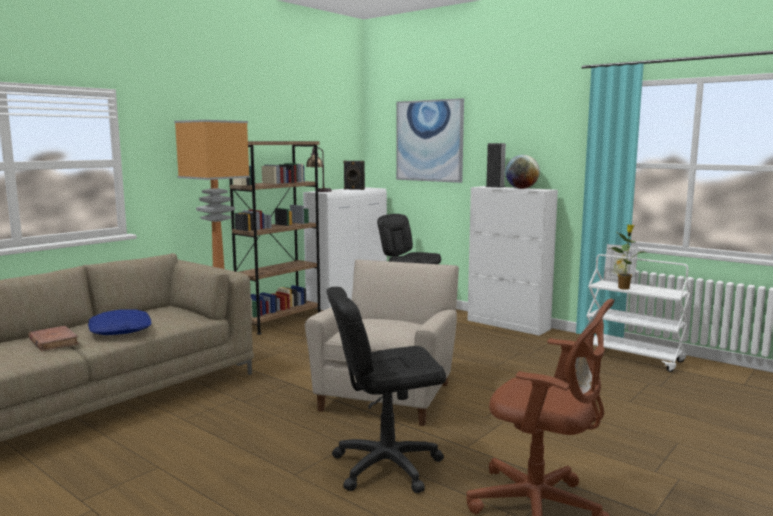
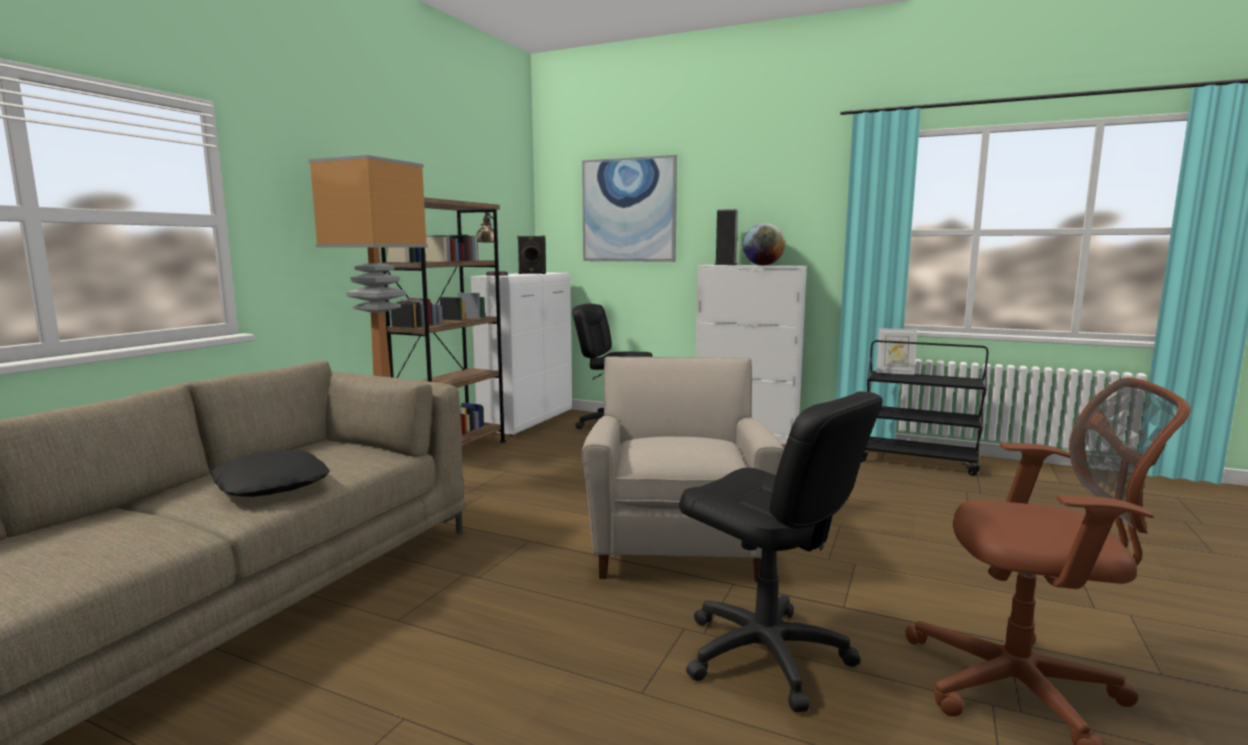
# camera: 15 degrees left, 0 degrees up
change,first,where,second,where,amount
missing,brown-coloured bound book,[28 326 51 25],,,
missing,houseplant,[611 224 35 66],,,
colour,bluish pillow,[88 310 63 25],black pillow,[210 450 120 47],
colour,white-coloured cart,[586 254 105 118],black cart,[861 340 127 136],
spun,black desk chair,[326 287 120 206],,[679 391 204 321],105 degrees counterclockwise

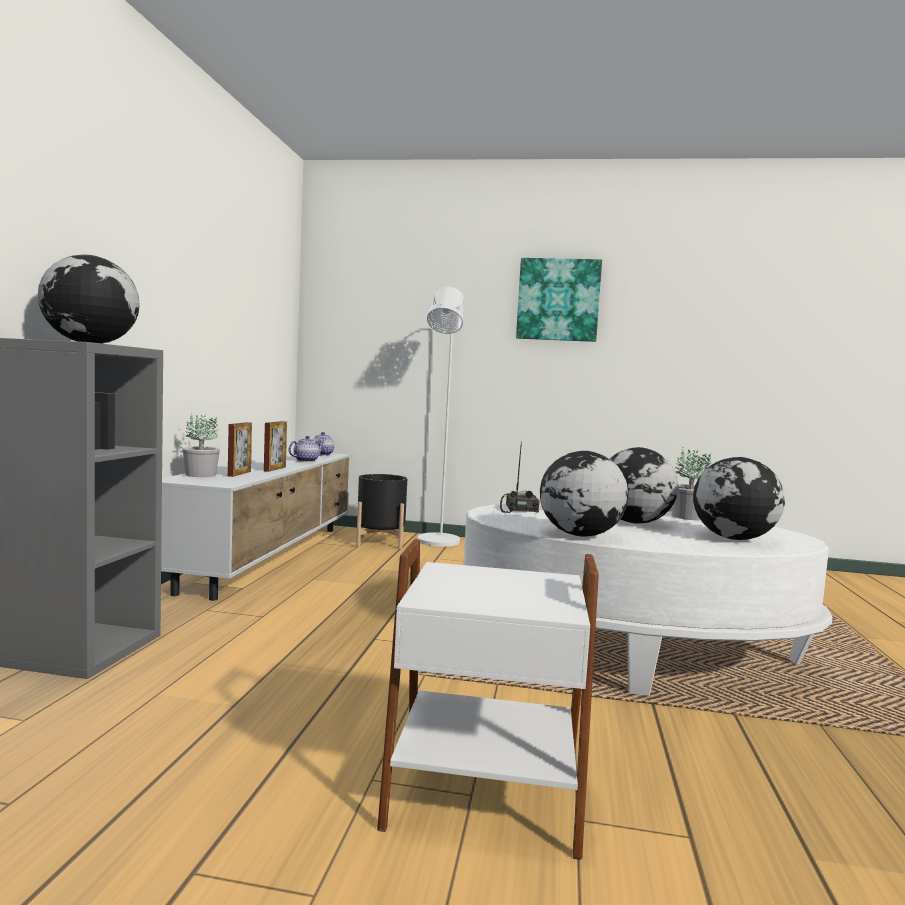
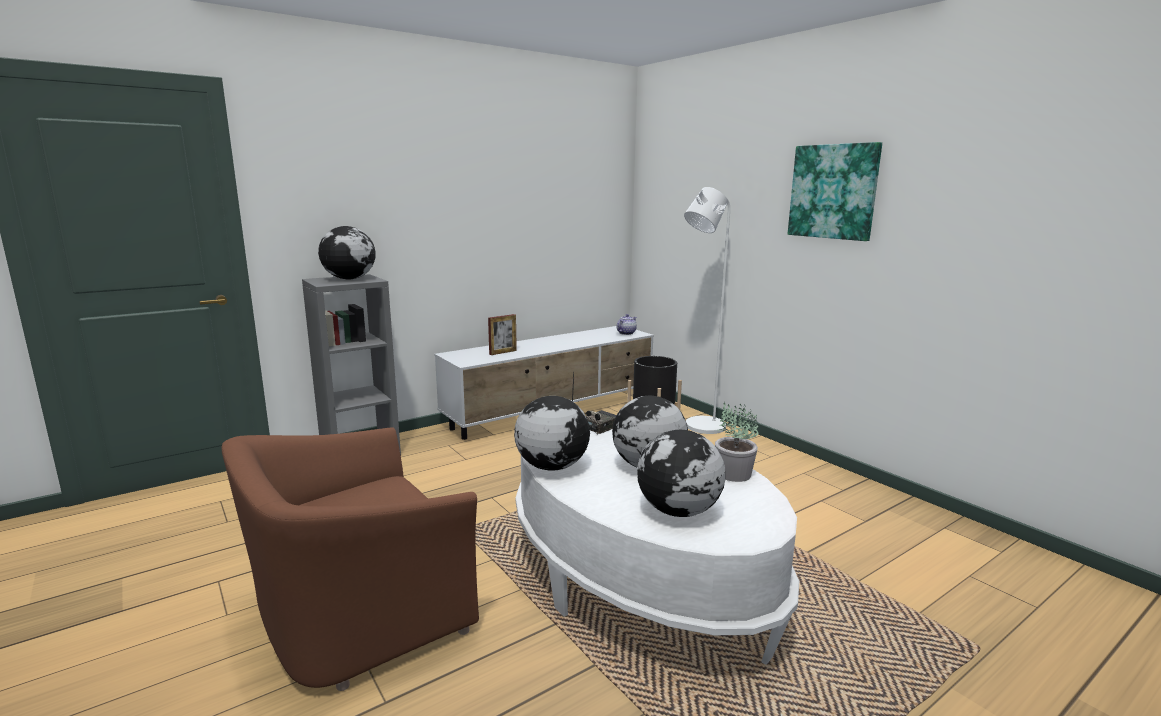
# camera: 45 degrees right, 10 degrees up
change,first,where,second,where,amount
missing,houseplant,[183 413 37 64],,,
missing,standing frame,[264 421 23 51],,,
missing,pot for tea,[289 436 35 26],,,
exchanged,white-coloured side table,[377 540 222 320],brown-coloured armchair,[222 428 257 263],

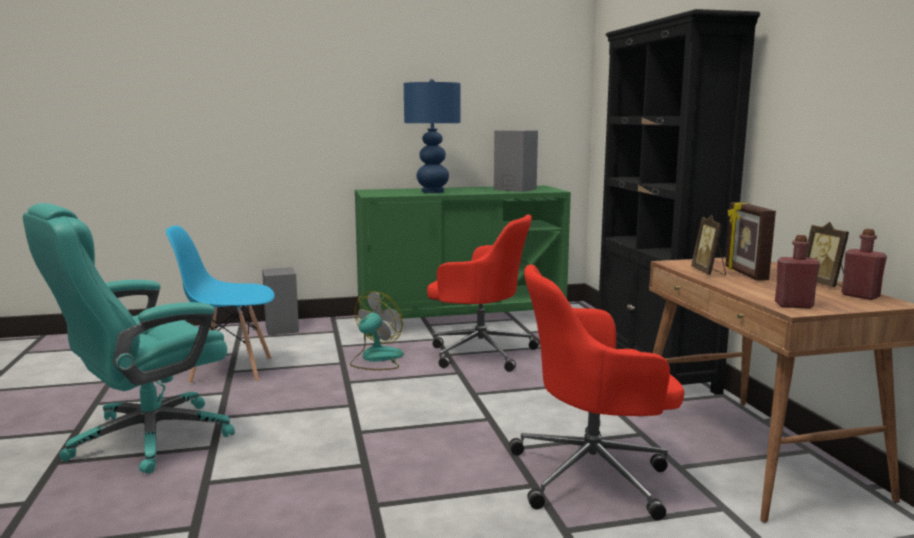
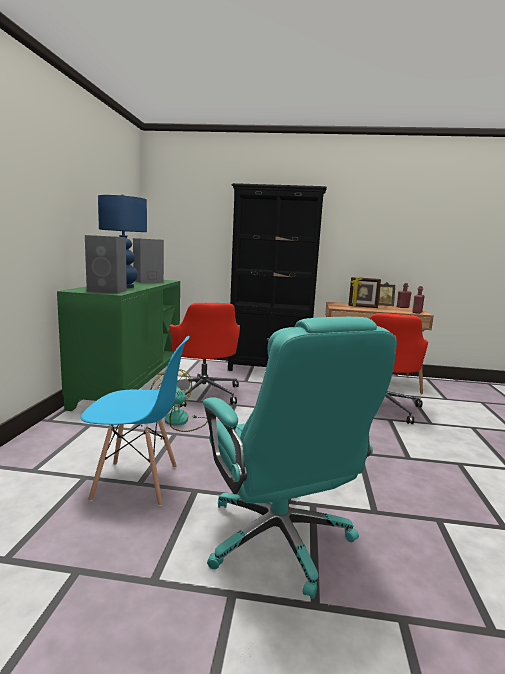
# camera: 70 degrees left, 0 degrees up
change,first,where,second,where,amount
missing,standing frame,[691 214 35 61],,,
relocated,greyish loudspeaker,[262 267 37 68],,[85 235 42 59],
spun,bluish plain chair,[166 226 109 158],,[81 336 108 170],105 degrees counterclockwise
spun,reddish desk chair,[427 215 112 157],,[169 303 71 104],120 degrees clockwise

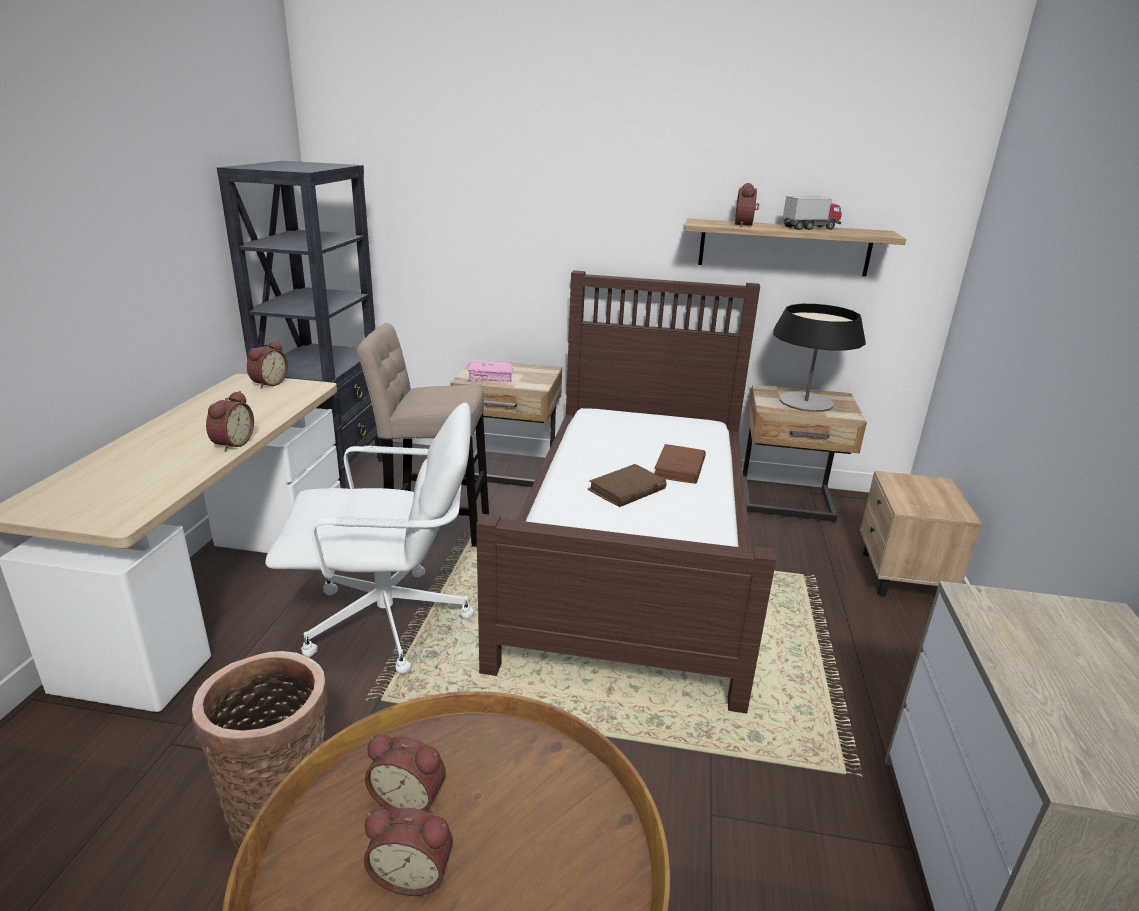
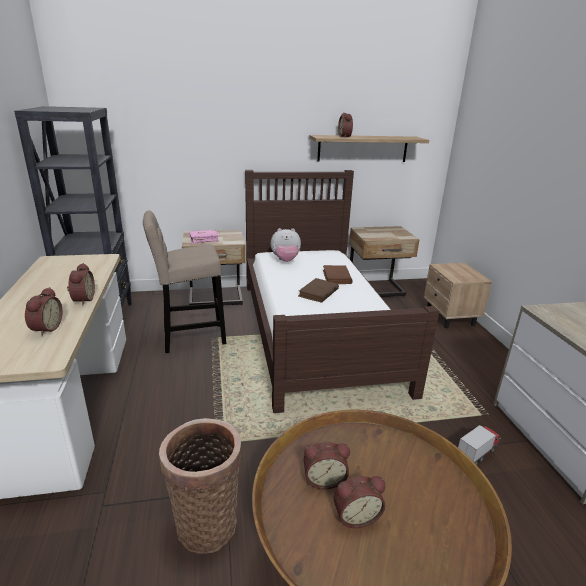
# camera: 20 degrees left, 0 degrees up
change,first,where,second,where,amount
missing,white-coloured desk chair,[265 403 209 271],,,
missing,table lamp,[773 304 93 108],,,
appeared,,,soft toy,[271 228 30 34],
relocated,bedside clock,[247 341 41 48],,[25 287 38 49],
relocated,toy lorry,[783 196 59 34],,[458 425 43 40],

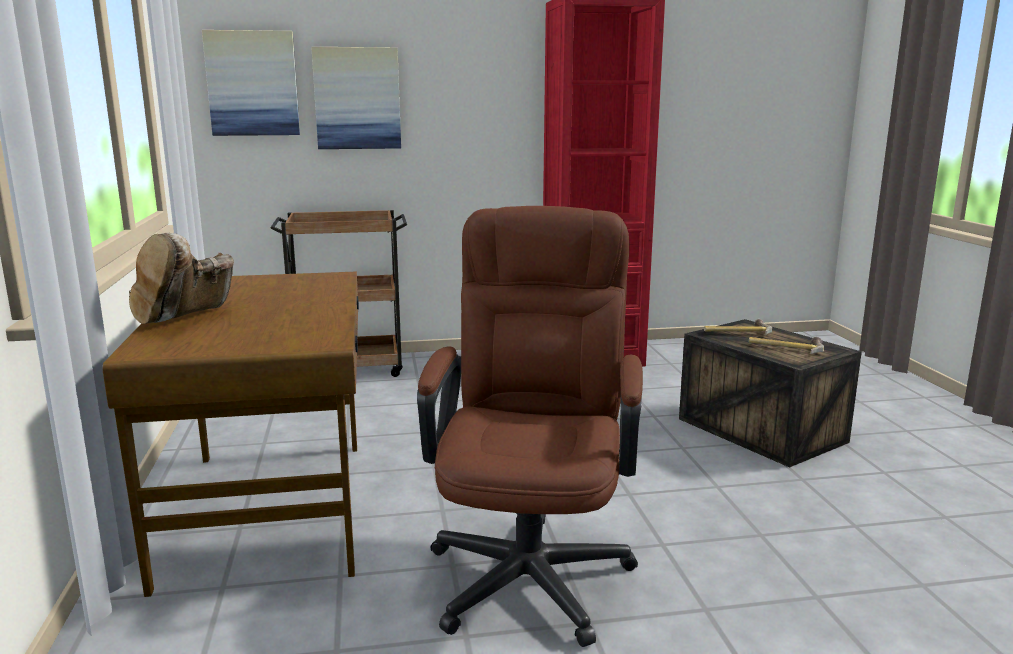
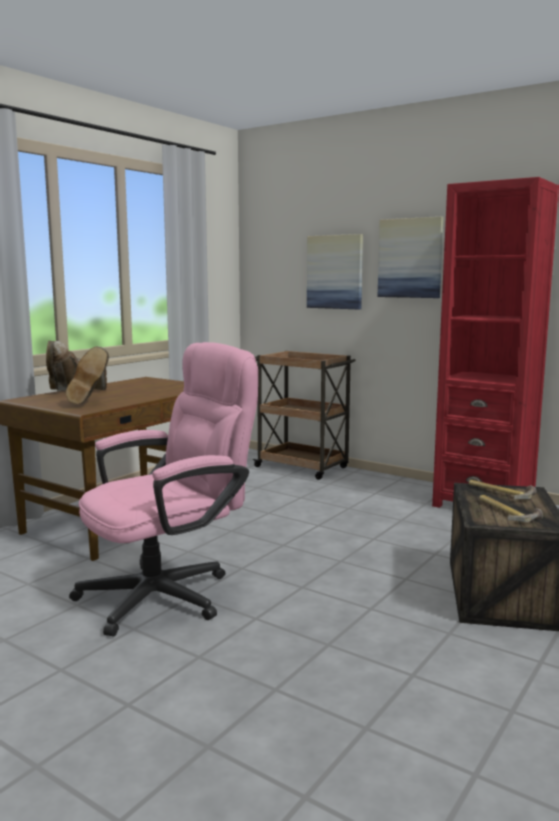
# camera: 45 degrees right, 5 degrees down
change,first,where,second,where,amount
appeared,,,brown-coloured boot,[66 346 43 58],
relocated,wall picture,[202 30 98 106],,[378 217 66 81],
colour,brown-coloured desk chair,[417 206 226 441],pink-coloured desk chair,[69 342 189 295],

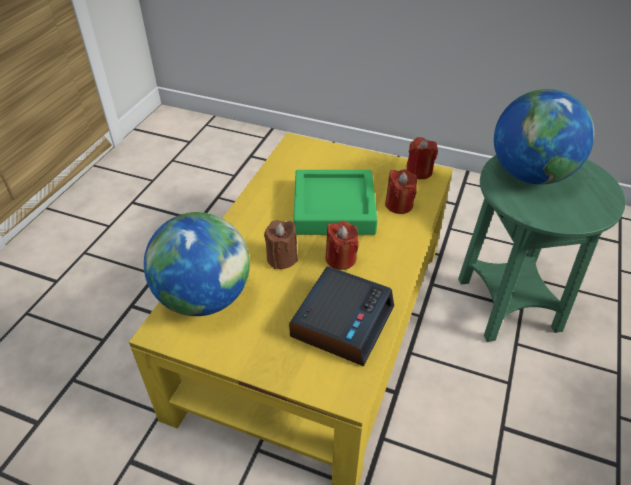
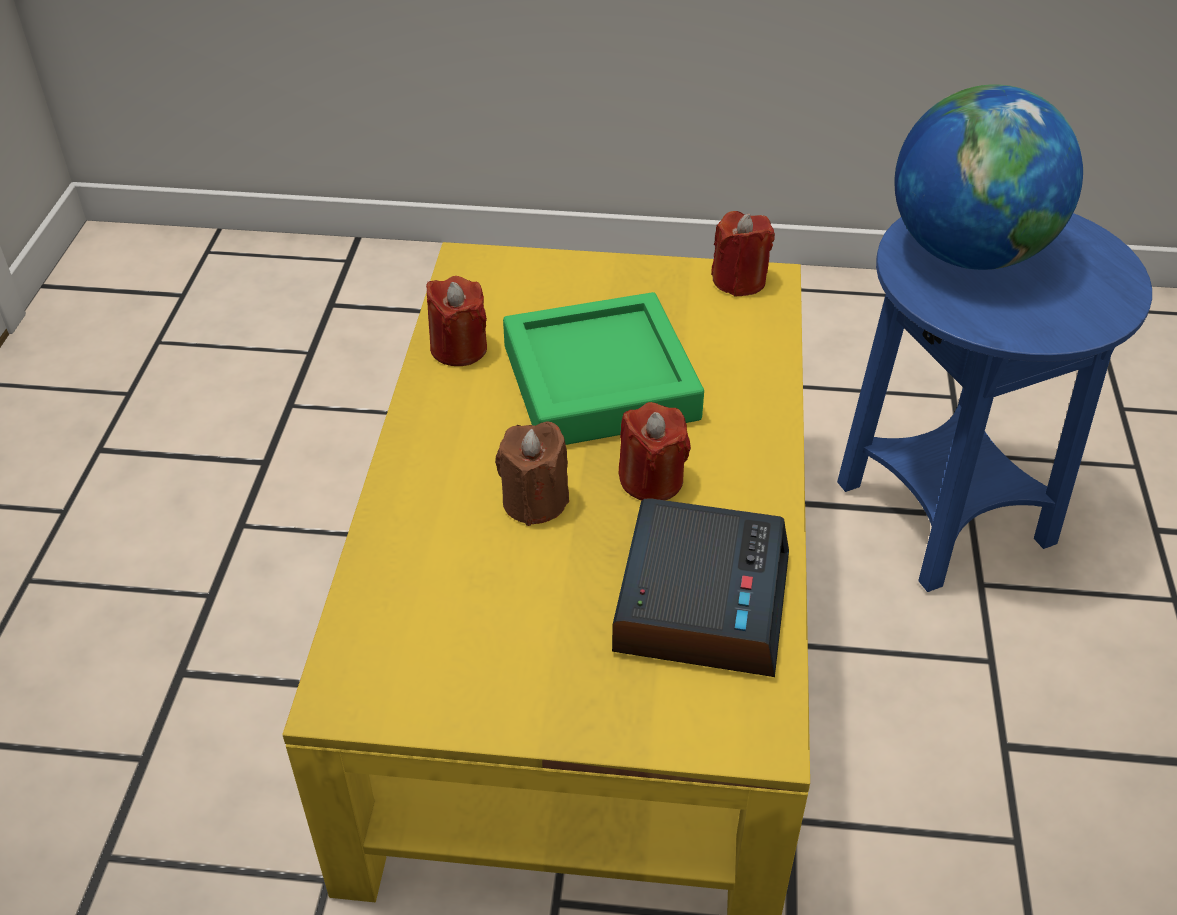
# camera: 15 degrees left, 0 degrees up
change,first,where,second,where,amount
missing,desk globe,[144 212 106 104],,,
relocated,reddish candle,[385 169 32 45],,[426 276 61 90],
colour,greenish side table,[458 155 168 187],bluish side table,[837 213 315 379],

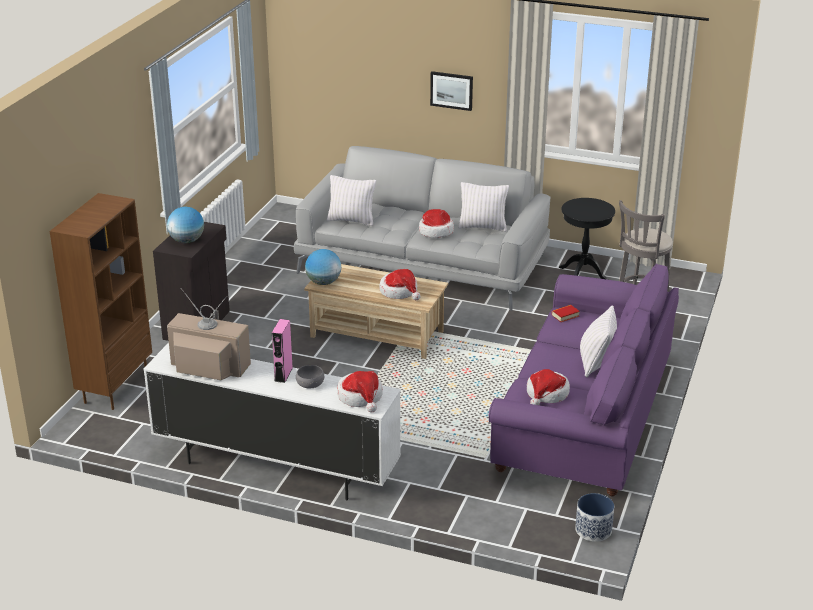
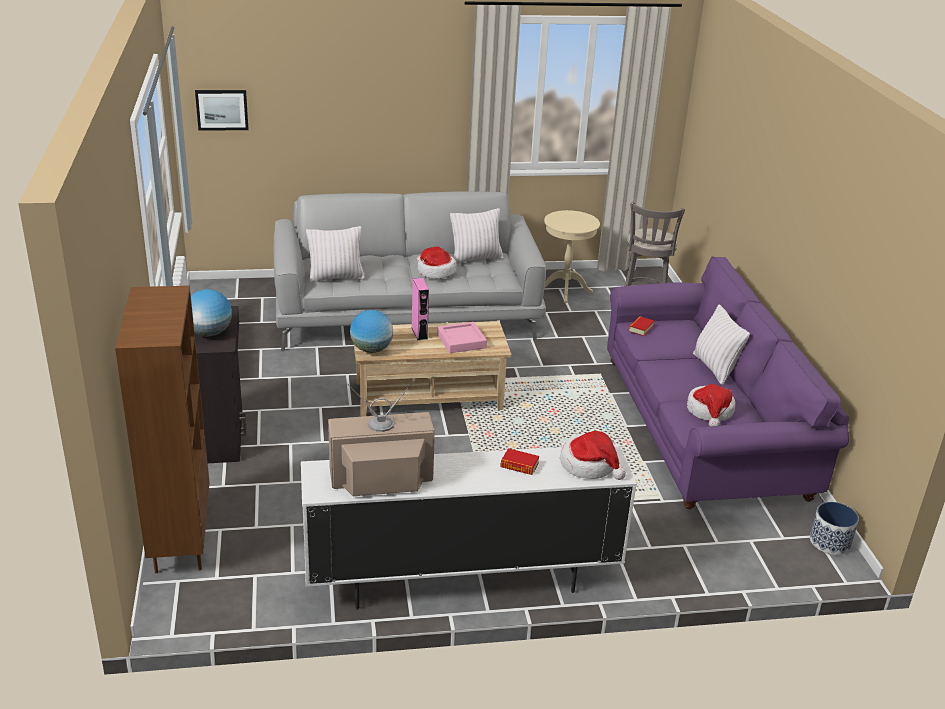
# camera: 30 degrees left, 0 degrees up
change,first,where,second,where,amount
relocated,pink-coloured loudspeaker,[272 319 21 64],,[411 278 18 62],
relocated,wall picture,[430 71 43 40],,[195 90 53 41],
exchanged,greyish bowl,[296 365 28 23],bound book,[500 448 39 27],
exchanged,hat,[380 269 40 31],pink-coloured carrying tray,[437 322 50 31],
colour,black side table,[559 198 56 82],beige side table,[544 210 56 93],

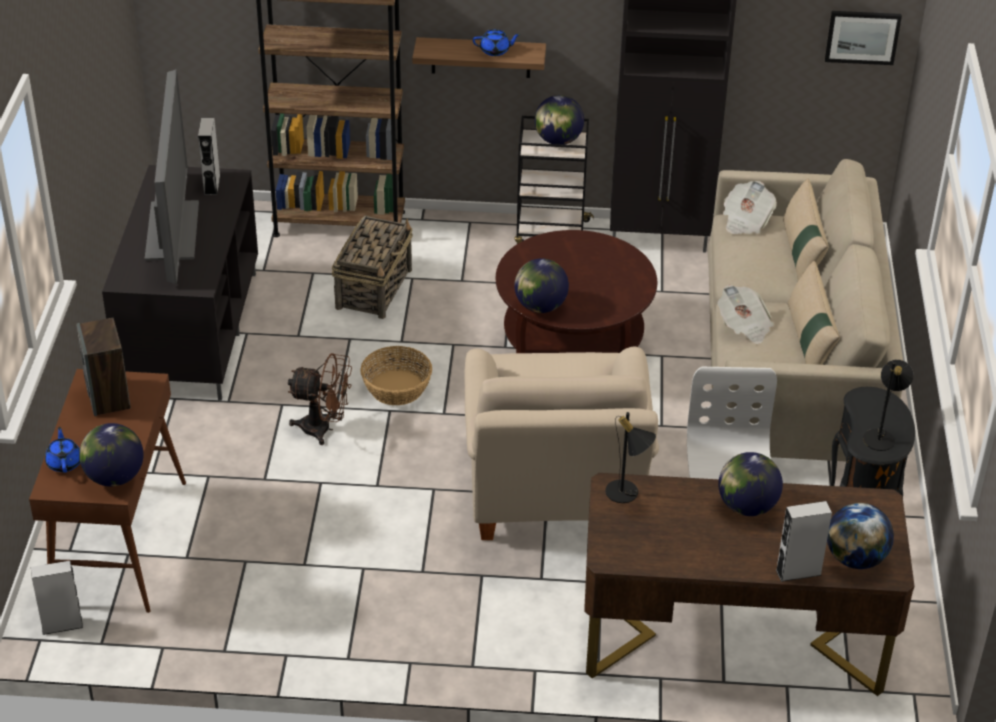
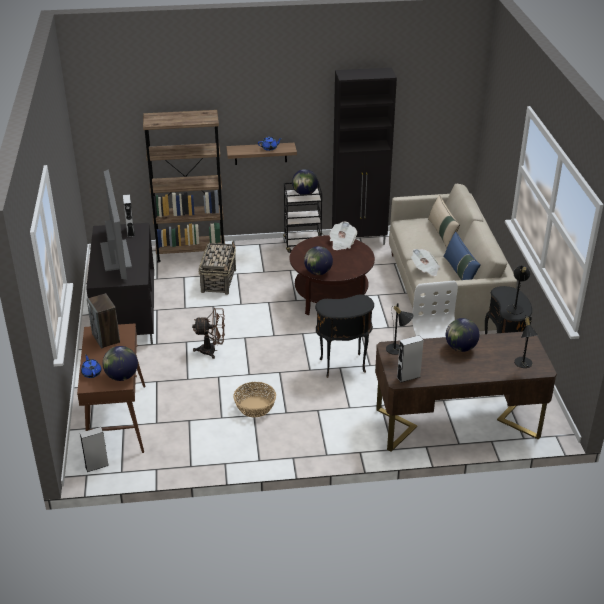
# camera: 10 degrees left, 5 degrees down
change,first,where,second,where,amount
missing,wall picture,[825 11 77 54],,,
relocated,storage basket,[360 346 72 59],,[233 382 43 36],
relocated,printed paper,[723 181 54 53],,[329 221 28 29],
relocated,greyish loudspeaker,[776 501 56 81],,[397 335 27 47],
exchanged,beige armchair,[464 346 195 194],black side table,[315 294 59 84],
exchanged,desk globe,[827 503 67 66],black table lamp,[514 315 25 53],
colour,beige pillow,[788 261 52 104],bluish pillow,[444 232 37 48],

